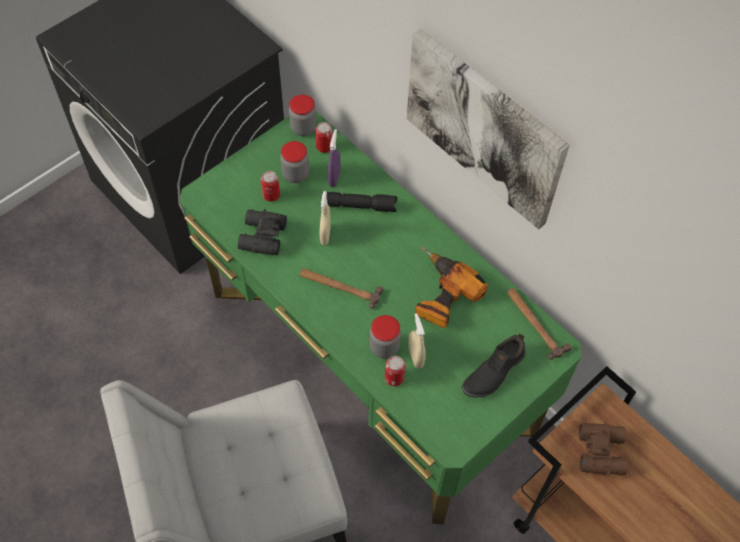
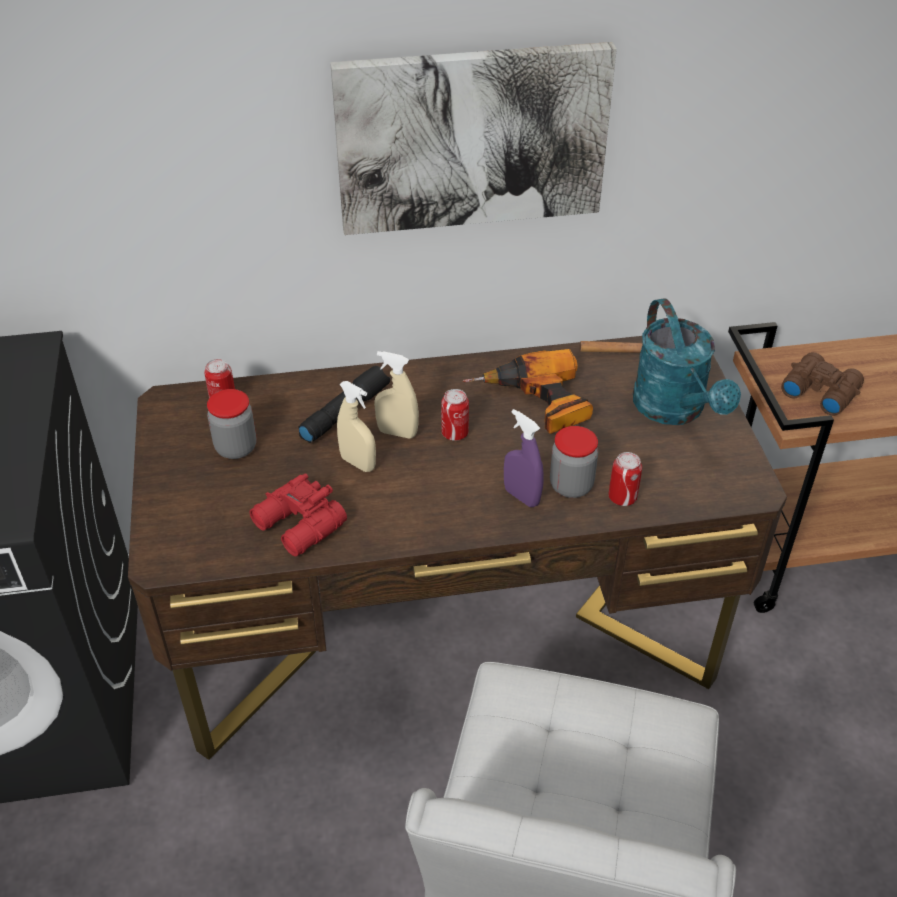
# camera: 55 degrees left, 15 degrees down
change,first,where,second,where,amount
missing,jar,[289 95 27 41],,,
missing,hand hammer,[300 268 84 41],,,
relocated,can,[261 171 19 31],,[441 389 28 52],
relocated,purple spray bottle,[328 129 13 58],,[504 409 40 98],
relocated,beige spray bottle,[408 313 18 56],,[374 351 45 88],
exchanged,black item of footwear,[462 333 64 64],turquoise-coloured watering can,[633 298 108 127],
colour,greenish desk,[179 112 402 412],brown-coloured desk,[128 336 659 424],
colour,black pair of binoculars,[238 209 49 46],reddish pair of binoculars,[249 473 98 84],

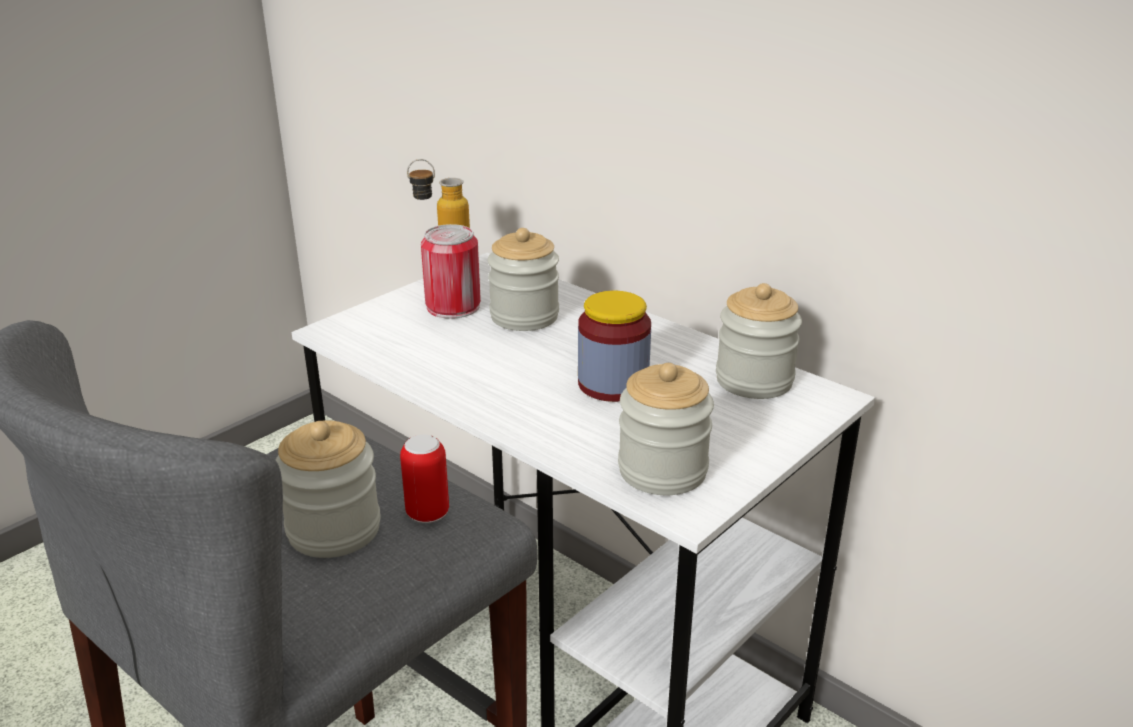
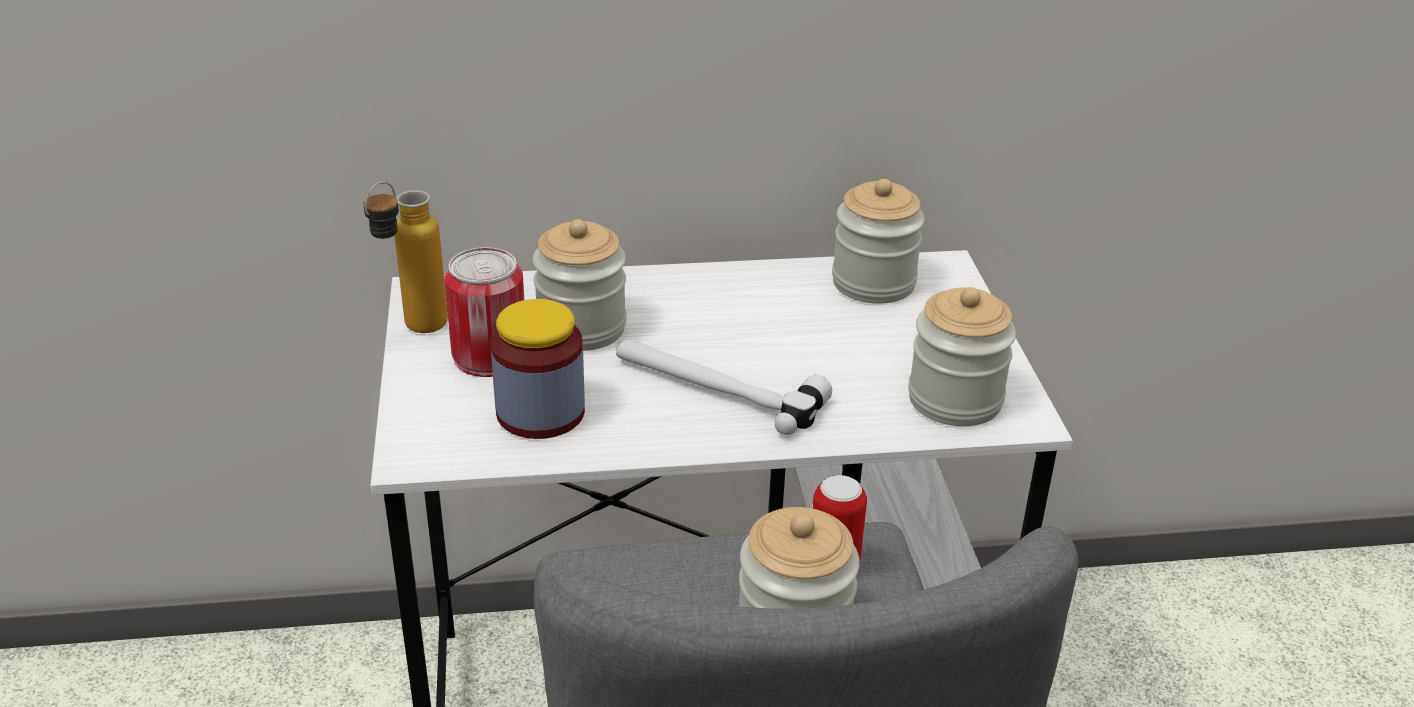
# camera: 50 degrees left, 5 degrees up
change,first,where,second,where,amount
appeared,,,hand hammer,[616 340 216 95],
relocated,jar,[578 291 73 111],,[491 299 94 140],

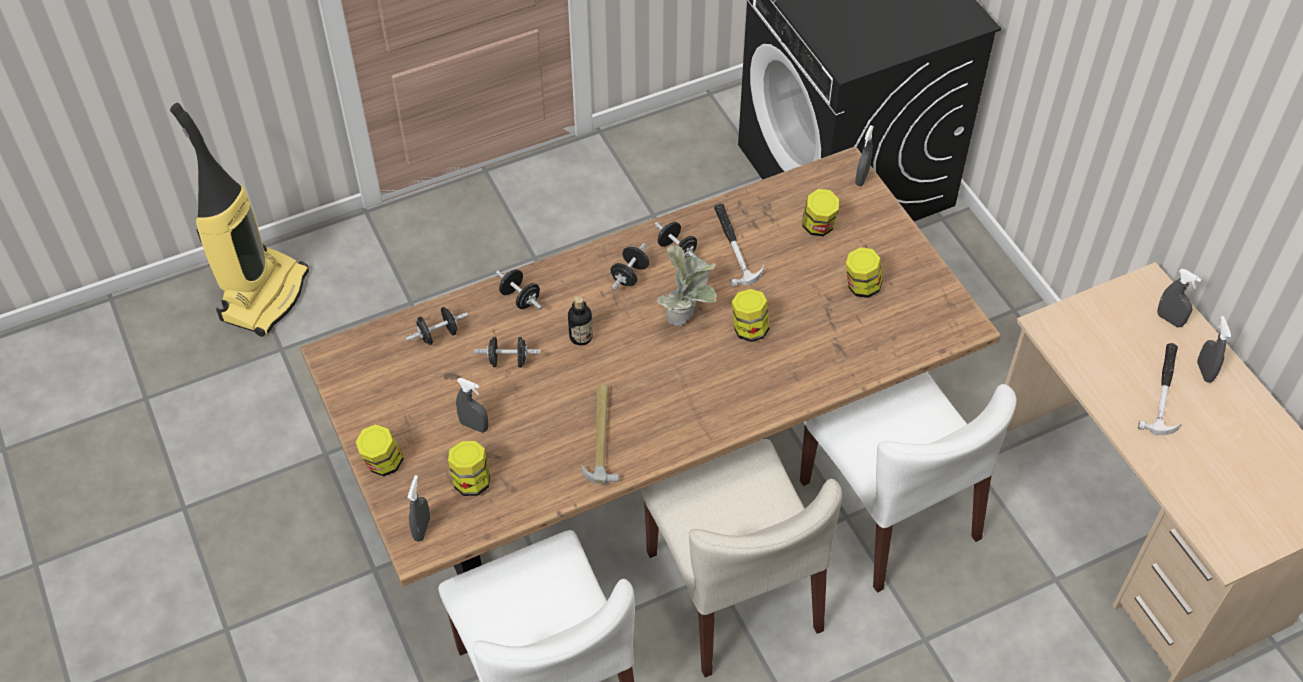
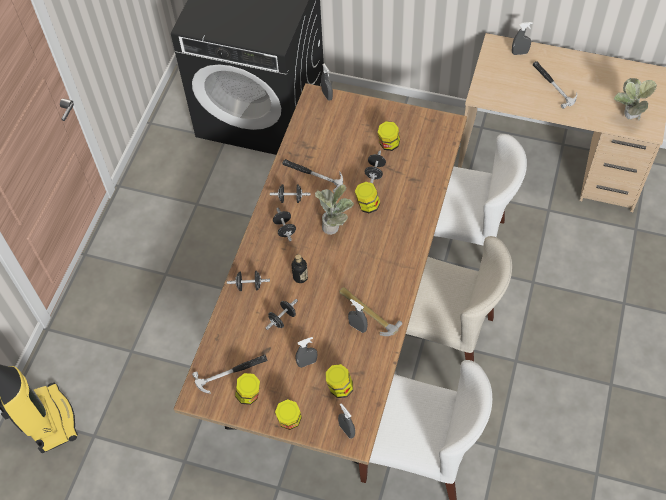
# camera: 45 degrees left, 5 degrees up
change,first,where,second,where,amount
appeared,,,hand hammer,[192 355 75 39],
appeared,,,houseplant,[614 78 43 43],
relocated,black free weight,[406 307 62 38],,[365 151 21 32],
relocated,jar,[802 189 37 47],,[235 373 25 32],
relocated,greyish spray bottle,[1197 316 34 67],,[348 299 20 34],

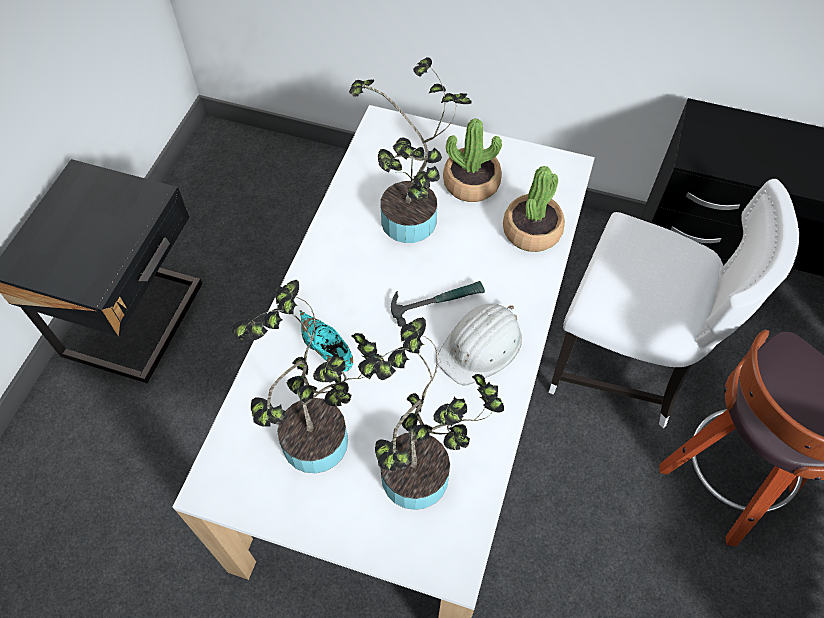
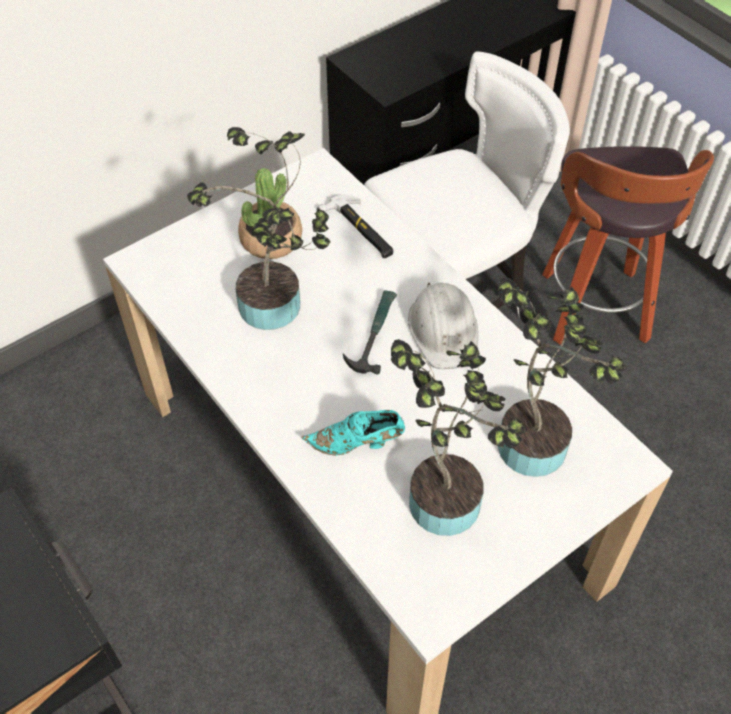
# camera: 55 degrees left, 5 degrees down
change,first,where,second,where,amount
exchanged,houseplant,[503 166 62 86],hand hammer,[317 195 77 63],

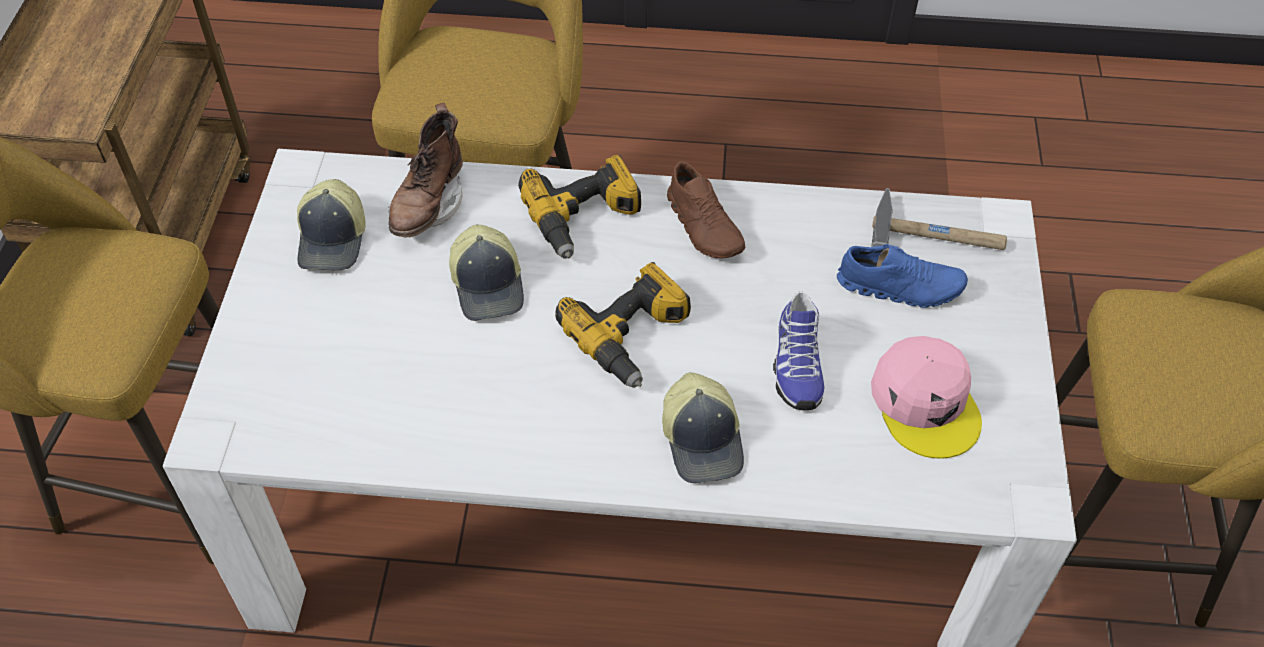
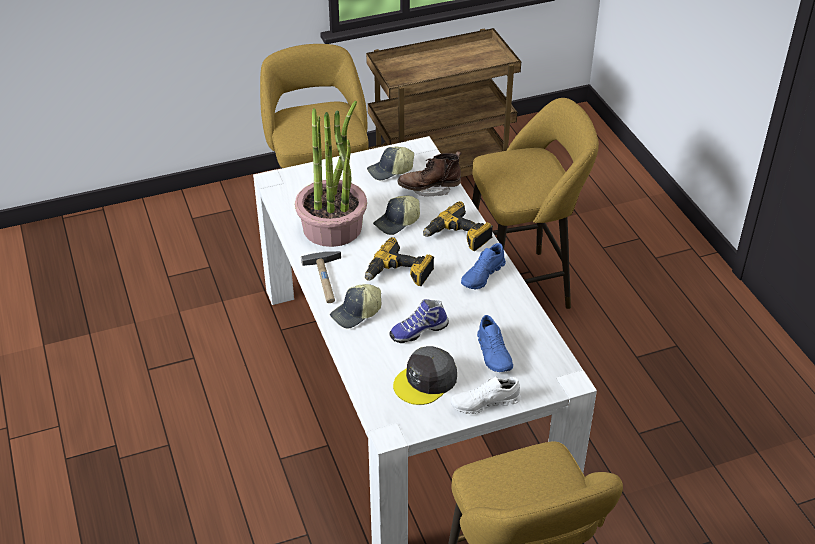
# camera: 65 degrees right, 10 degrees down
change,first,where,second,where,amount
appeared,,,houseplant,[295 101 72 146],
appeared,,,white-coloured item of footwear,[451 376 70 38],
relocated,hand hammer,[871 188 136 62],,[301 251 40 52],
colour,brown-coloured item of footwear,[667 161 78 97],bluish item of footwear,[461 243 45 47],
colour,pink-coloured baseball cap,[871 336 111 123],greyish baseball cap,[393 346 64 59],

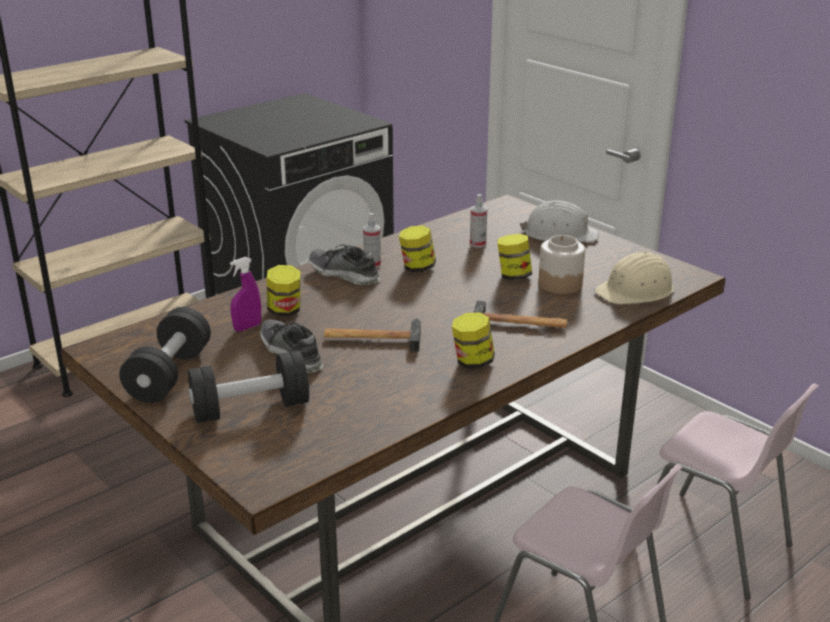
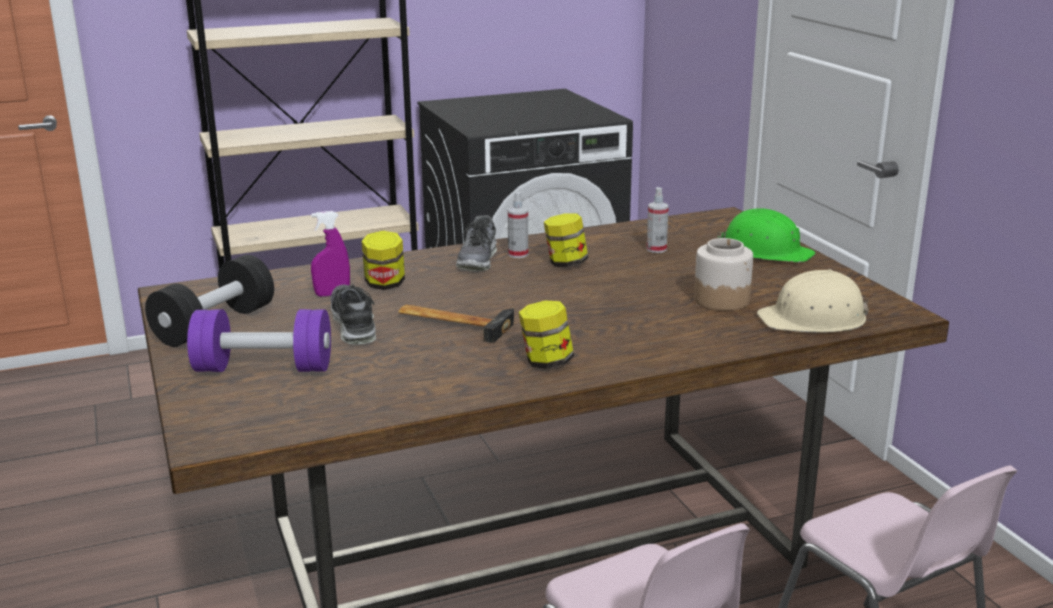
# camera: 20 degrees right, 5 degrees down
change,first,where,second,where,amount
missing,hand hammer,[473 301 94 27],,,
missing,jar,[498 234 34 46],,,
colour,black free weight,[188 351 121 72],purple free weight,[187 309 144 63],
colour,white-coloured work helmet,[520 200 79 42],greenish work helmet,[717 208 98 54],
spun,item of footwear,[309 245 71 40],,[456 215 41 56],135 degrees counterclockwise

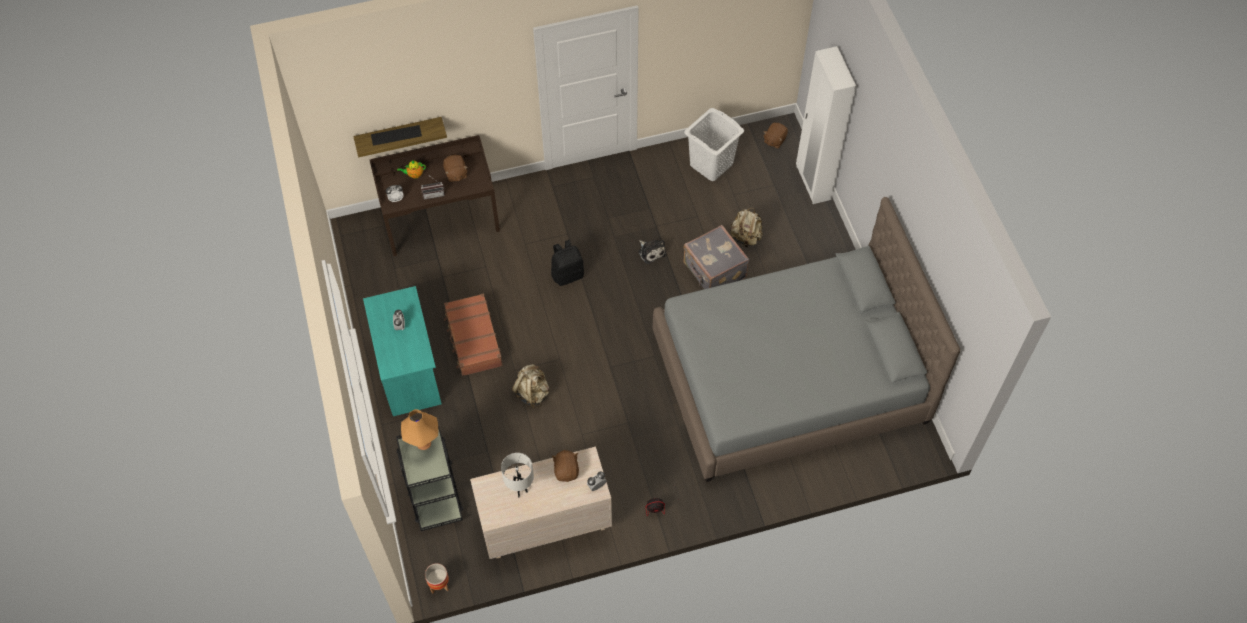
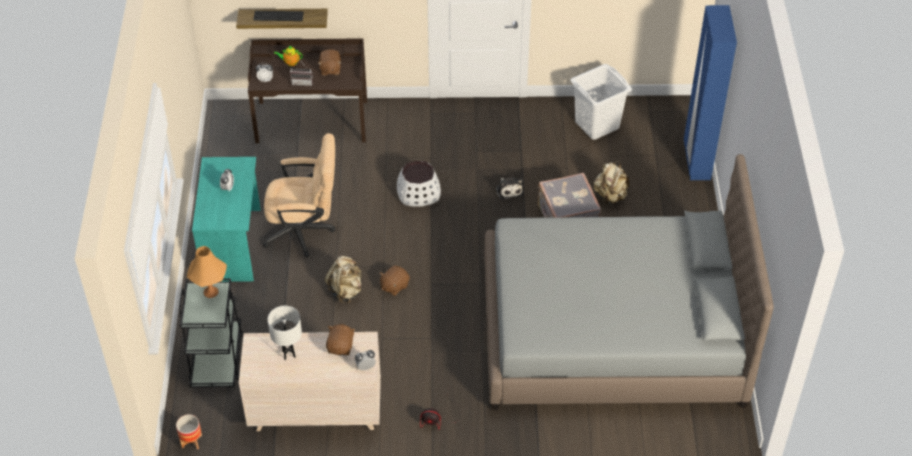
# camera: 15 degrees right, 10 degrees down
change,first,where,second,where,amount
relocated,brown-coloured soft toy,[763 123 25 26],,[380 265 30 31],
exchanged,brown-coloured travel case,[444 293 59 83],beige desk chair,[263 133 73 124],
exchanged,black rucksack,[551 240 33 46],white-coloured planter,[397 161 44 46],
colour,white-coloured armoire,[796 46 60 158],bluish armoire,[684 5 53 175],

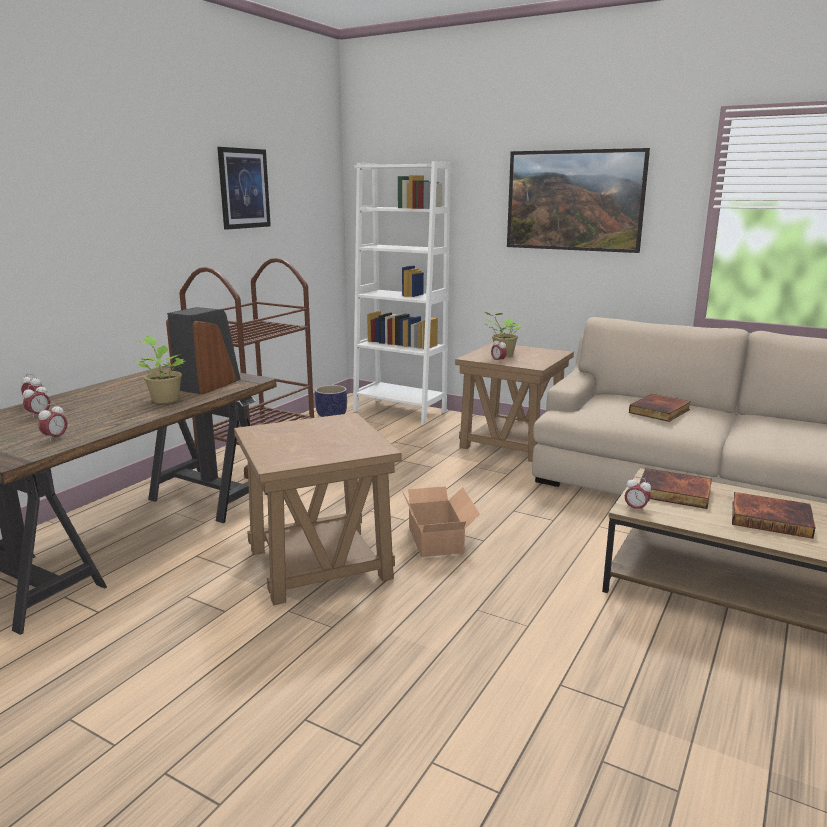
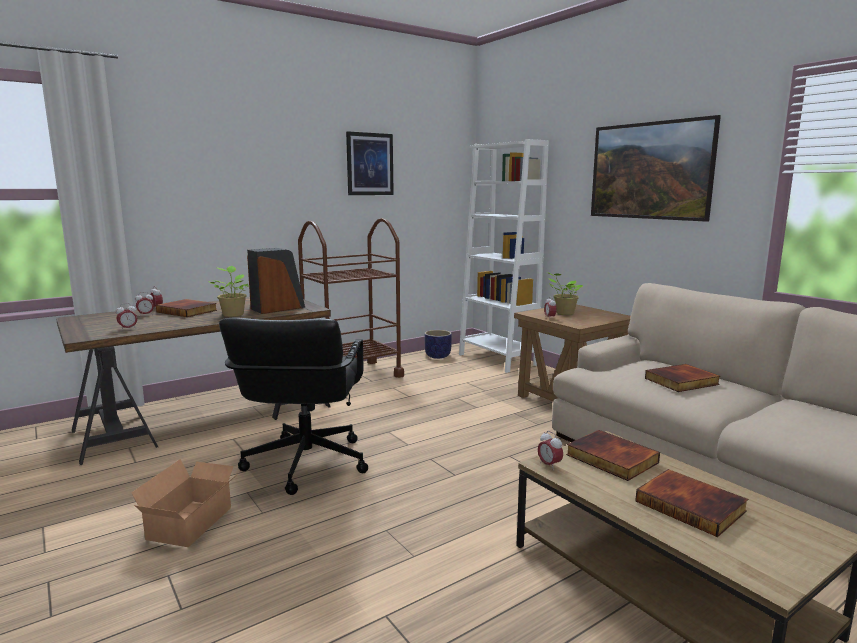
# camera: 25 degrees right, 5 degrees down
change,first,where,second,where,amount
appeared,,,bound book,[156 299 61 18],
relocated,cardboard box,[401 486 79 71],,[131 459 110 88],
exchanged,brown-coloured side table,[234 412 167 193],black desk chair,[219 317 149 178],

